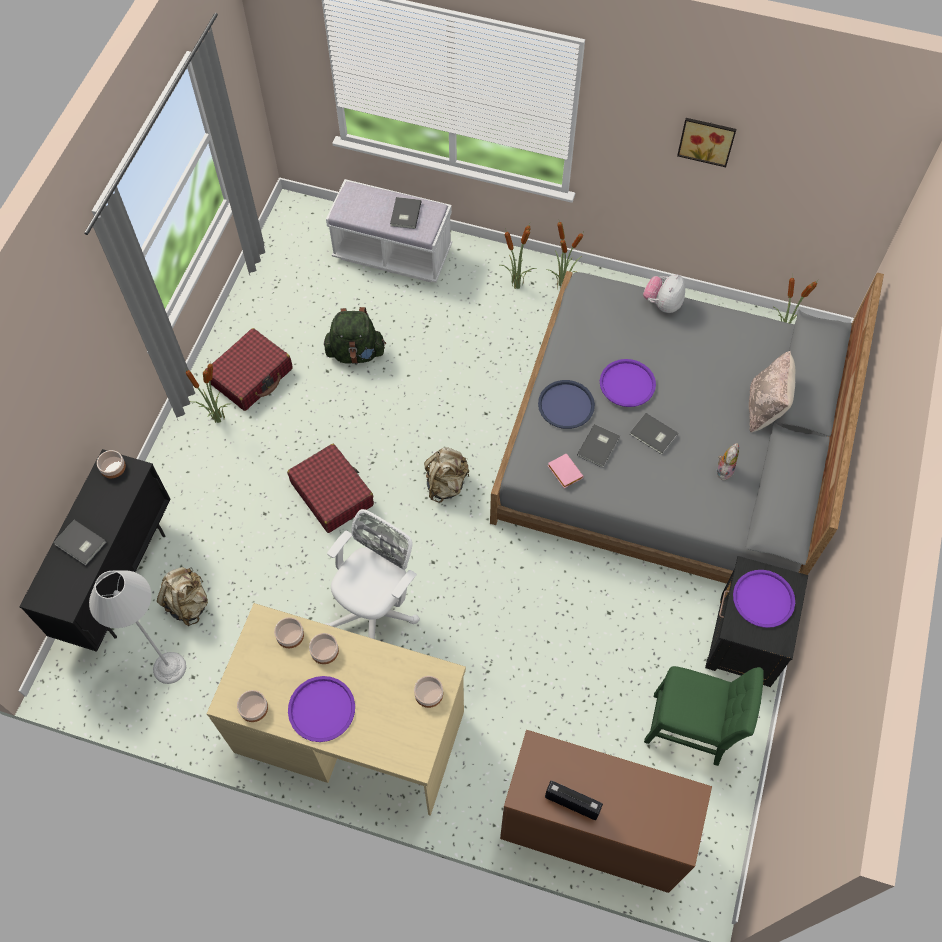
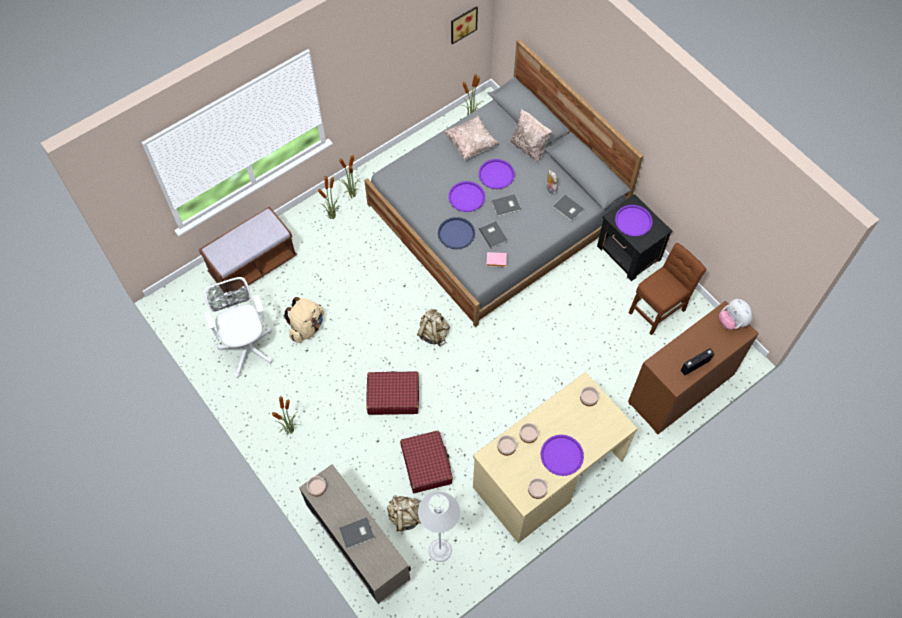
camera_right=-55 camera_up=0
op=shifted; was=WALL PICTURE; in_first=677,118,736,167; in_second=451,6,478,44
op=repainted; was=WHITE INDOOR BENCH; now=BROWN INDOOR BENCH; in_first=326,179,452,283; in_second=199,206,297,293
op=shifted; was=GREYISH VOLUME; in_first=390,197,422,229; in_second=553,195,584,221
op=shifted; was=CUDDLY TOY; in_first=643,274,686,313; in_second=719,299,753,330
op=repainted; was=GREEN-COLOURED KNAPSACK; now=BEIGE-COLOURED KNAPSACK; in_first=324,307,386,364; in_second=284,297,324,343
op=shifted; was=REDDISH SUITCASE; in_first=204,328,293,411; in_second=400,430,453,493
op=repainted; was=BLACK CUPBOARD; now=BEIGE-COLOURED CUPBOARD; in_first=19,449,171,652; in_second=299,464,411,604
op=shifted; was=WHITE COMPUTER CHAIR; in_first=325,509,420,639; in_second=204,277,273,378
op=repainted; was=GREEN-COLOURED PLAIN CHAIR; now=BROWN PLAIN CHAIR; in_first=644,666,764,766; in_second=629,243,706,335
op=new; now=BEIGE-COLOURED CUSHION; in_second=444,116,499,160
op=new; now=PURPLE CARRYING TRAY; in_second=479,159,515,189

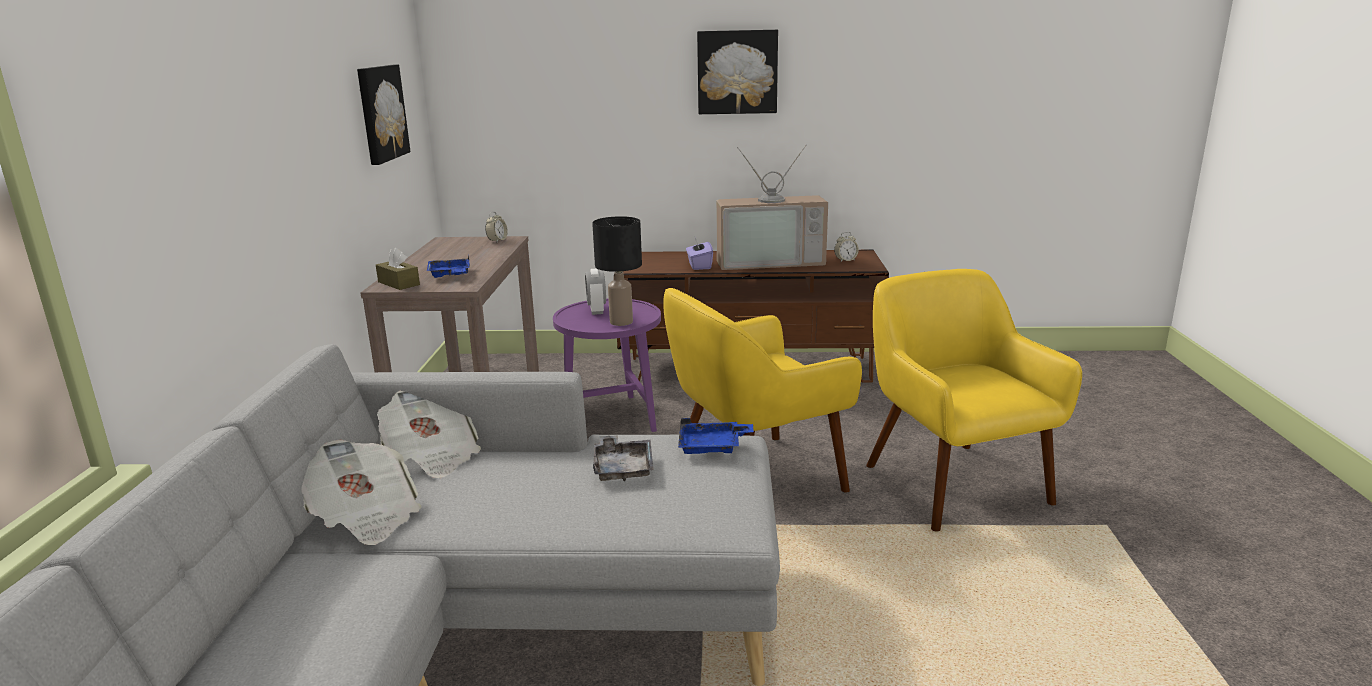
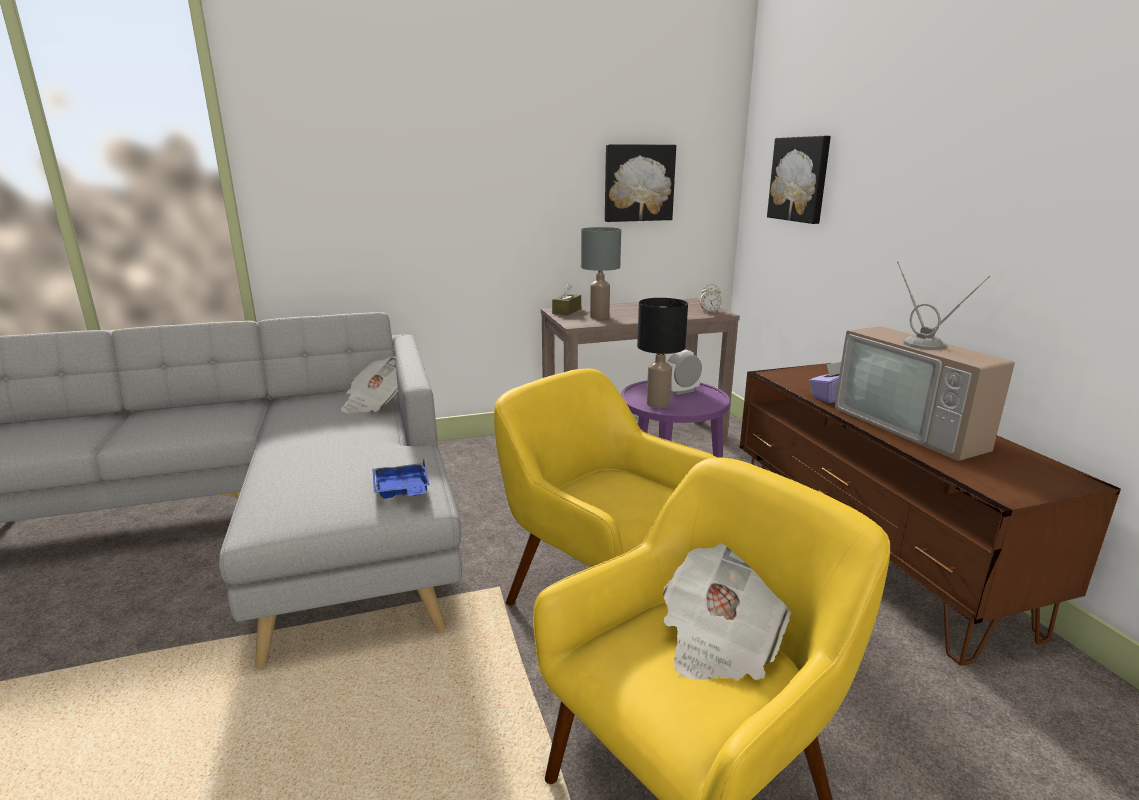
camera_right=70 camera_up=0
op=shifted; was=WALL PICTURE; in_first=697,30,778,114; in_second=767,136,831,224
op=gone; was=BEDSIDE CLOCK; in_first=834,232,859,262
op=swapped; was=BLUISH CARRYING TRAY; now=GREYISH TABLETOP LAMP; in_first=427,255,470,278; in_second=581,227,621,319
op=gone; was=GREYISH CARRYING TRAY; in_first=593,435,653,481
op=shifted; was=DAILY PAPER; in_first=301,440,422,545; in_second=663,543,791,680

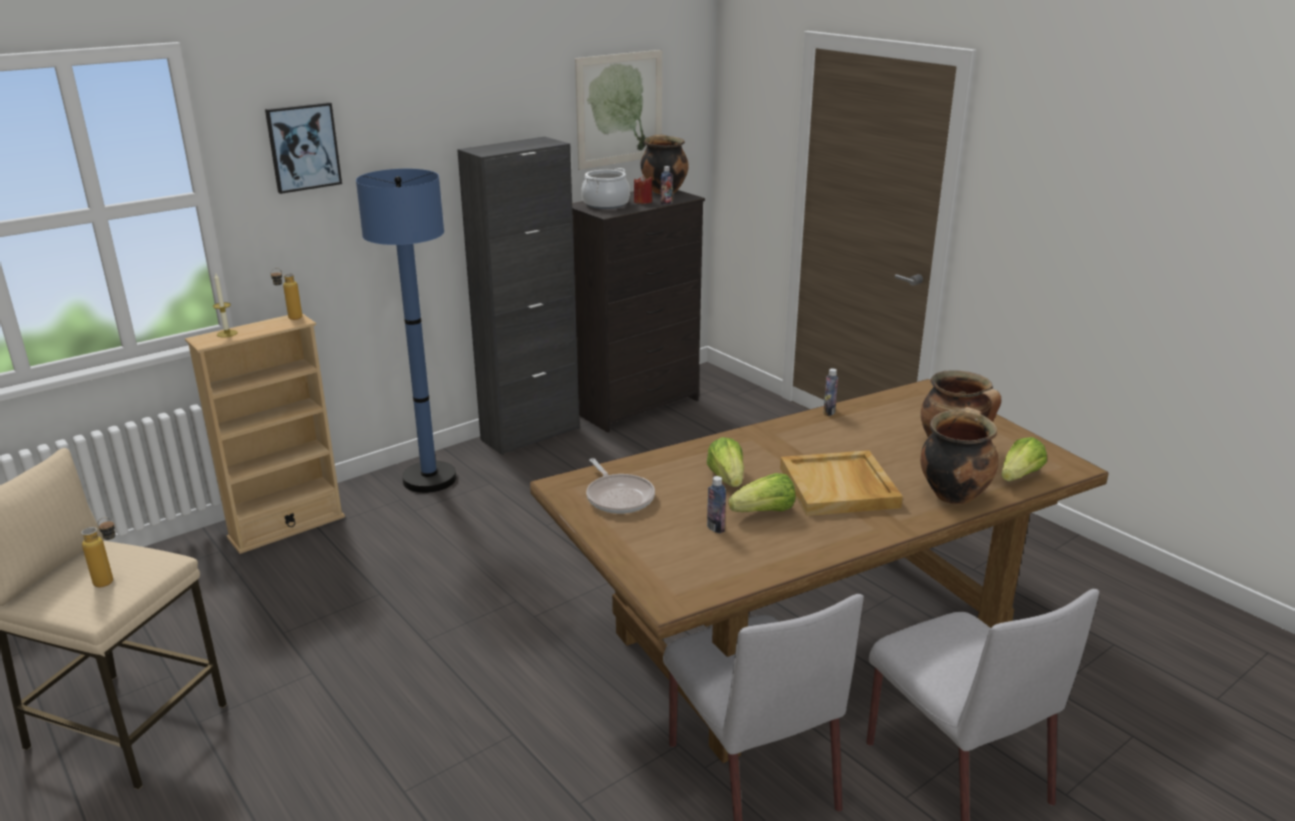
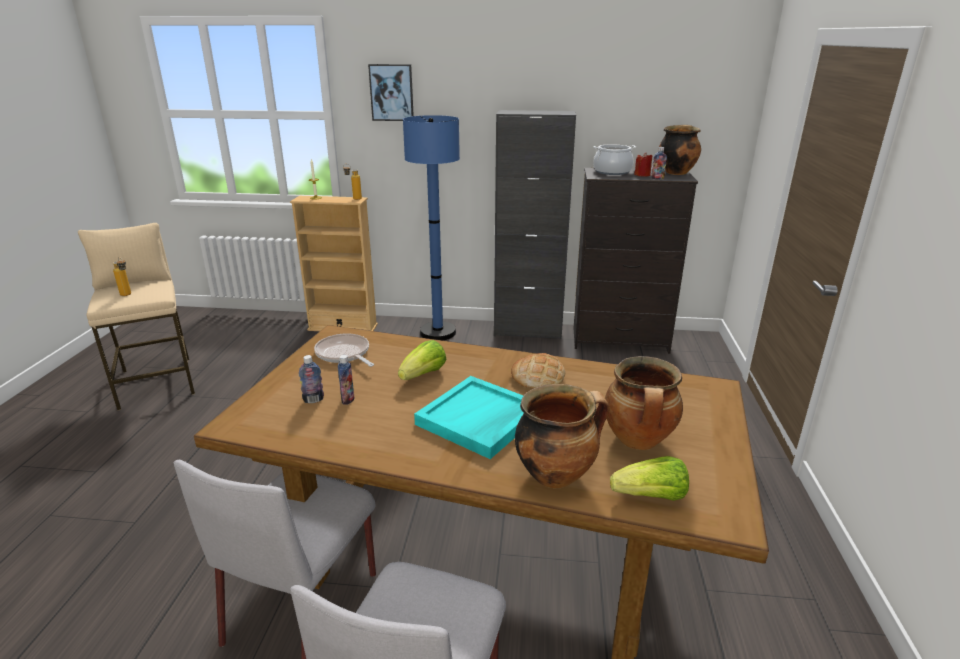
camera_right=45 camera_up=0
op=gone; was=WALL PICTURE; in_first=575,50,662,170
op=shifted; was=DRINK BOTTLE; in_first=823,368,838,416; in_second=299,355,324,403
op=repainted; was=BEIGE-COLOURED CARRYING TRAY; now=TURQUOISE-COLOURED CARRYING TRAY; in_first=780,450,903,516; in_second=414,376,524,459
op=rotated; was=FRYING PAN; in_first=586,458,655,514; in_second=314,333,374,367; clockwise=120
op=gone; was=HEAD OF LETTUCE; in_first=729,473,795,512
op=new; now=BAKERY BREAD; in_second=511,353,565,389

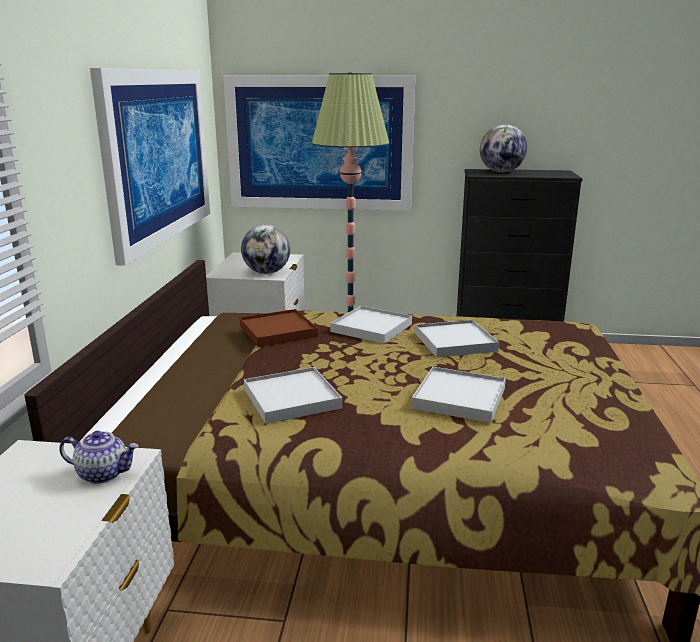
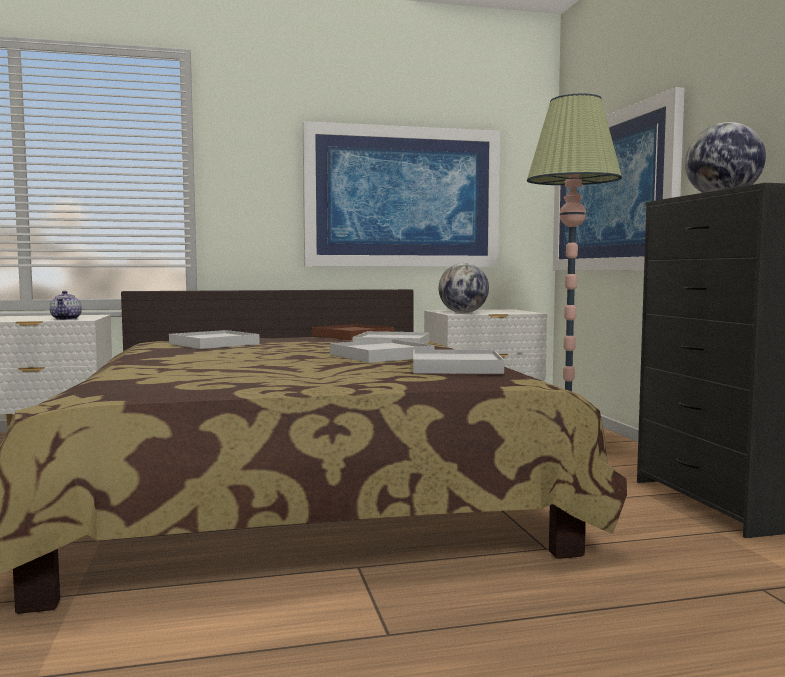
camera_right=70 camera_up=-15
op=shifted; was=WHITE CARRYING TRAY; in_first=412,367,506,423; in_second=413,349,504,374

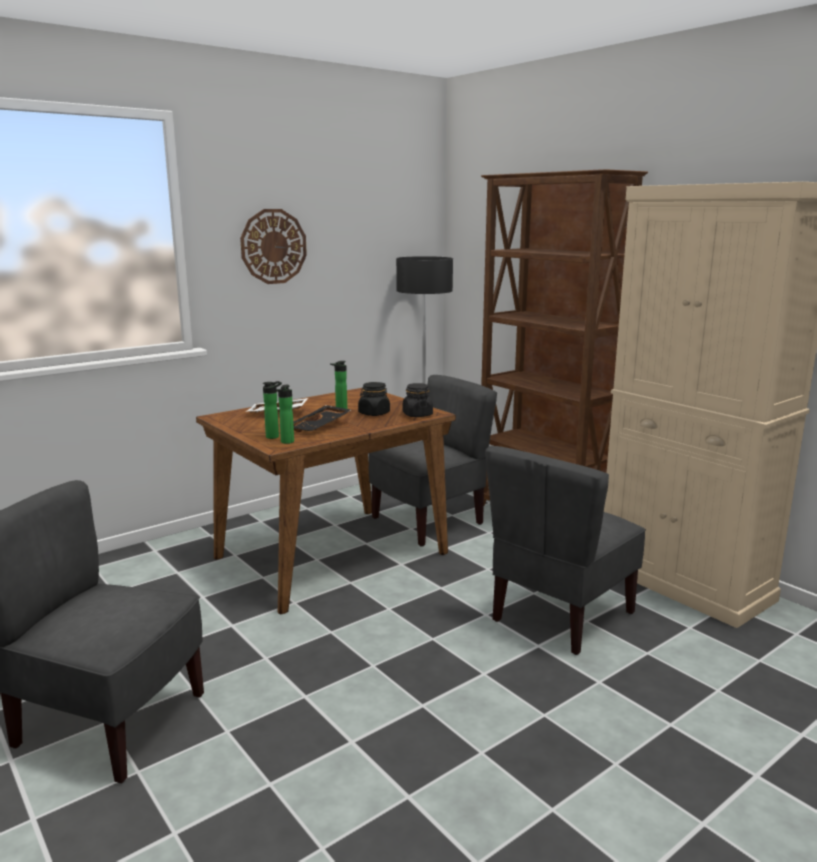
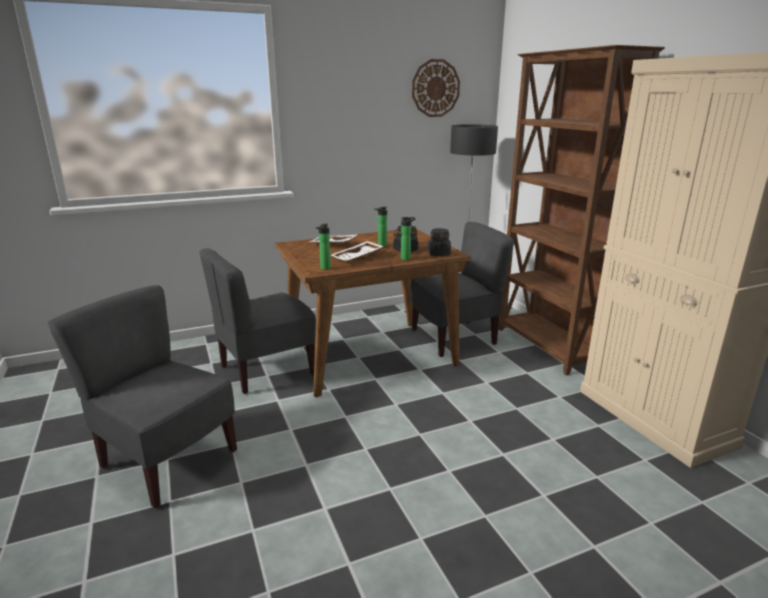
camera_right=15 camera_up=5
op=shifted; was=HANGING CLOCK; in_first=240,209,307,284; in_second=412,59,460,117
op=shifted; was=DRINK BOTTLE; in_first=263,381,282,439; in_second=401,217,416,260
op=repainted; was=BLACK CARRYING TRAY; now=WHITE CARRYING TRAY; in_first=293,405,351,432; in_second=331,241,384,261
op=shifted; was=GREYISH PLAIN CHAIR; in_first=485,446,646,655; in_second=200,248,316,394

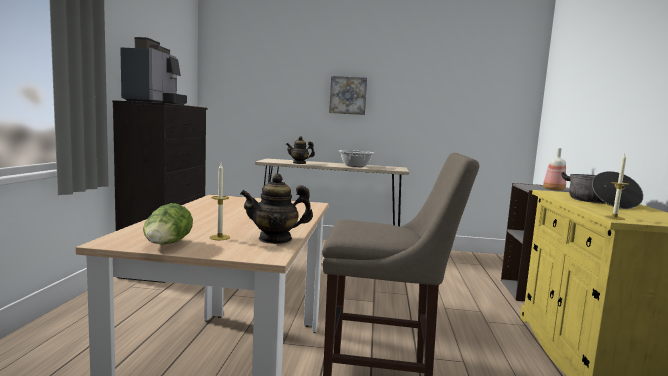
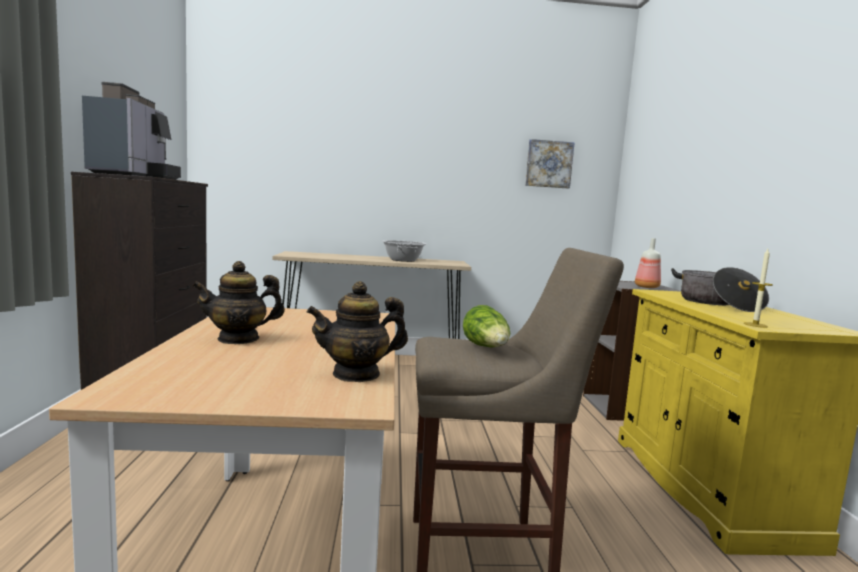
camera_right=-10 camera_up=0
op=shifted; was=WALL PICTURE; in_first=329,76,367,115; in_second=525,139,575,188
op=shifted; was=POT FOR TEA; in_first=286,136,315,164; in_second=192,261,285,344
op=gone; was=WAX LIGHT; in_first=210,164,230,240
op=shifted; was=HEAD OF LETTUCE; in_first=143,203,193,245; in_second=463,305,510,347

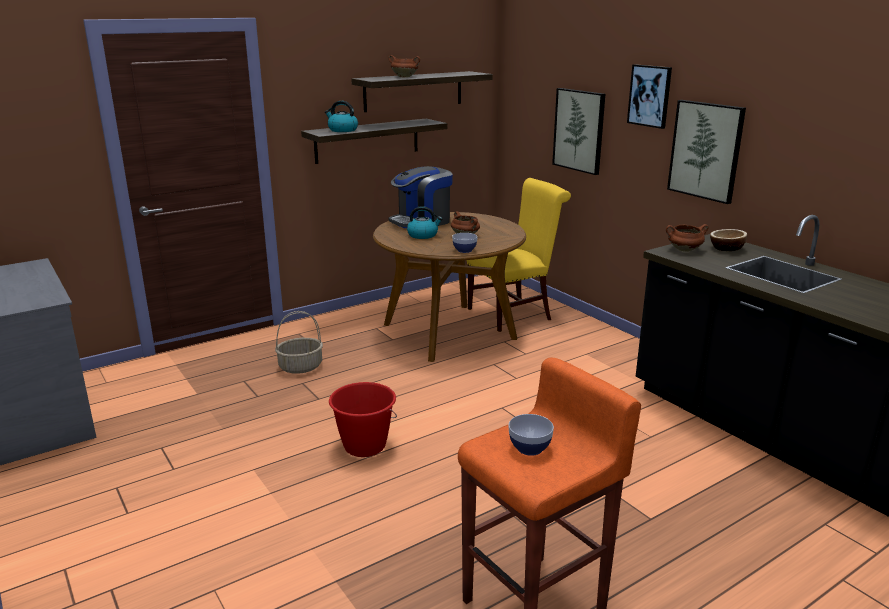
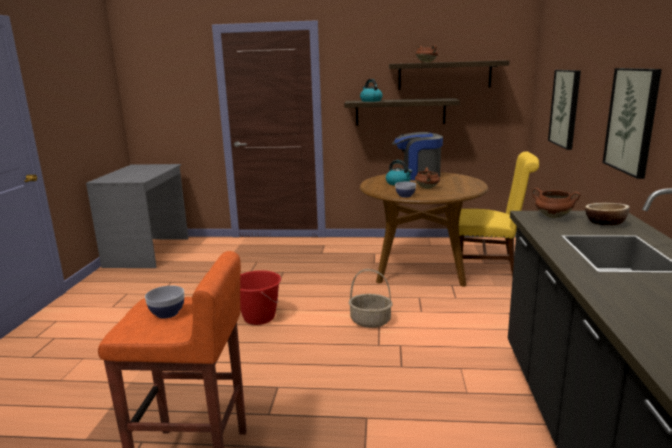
camera_right=40 camera_up=-5
op=gone; was=WALL PICTURE; in_first=627,64,672,129
op=shifted; was=HOUSEHOLD BASKET; in_first=275,311,323,374; in_second=349,269,392,328

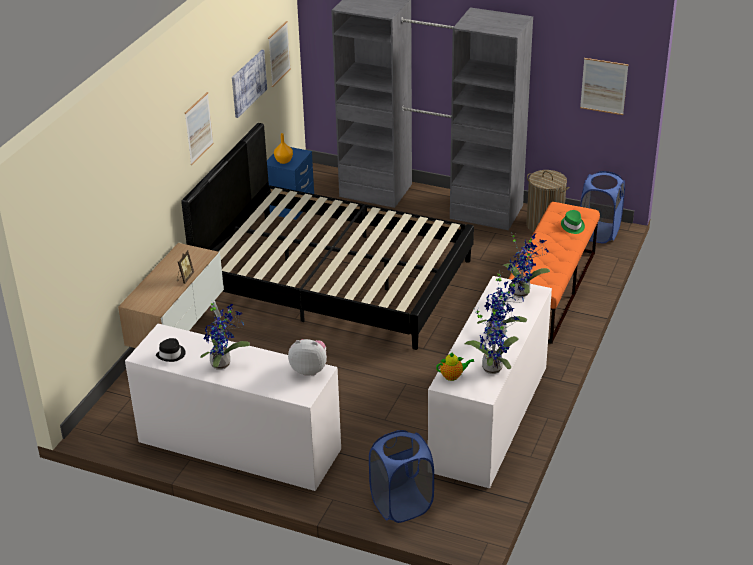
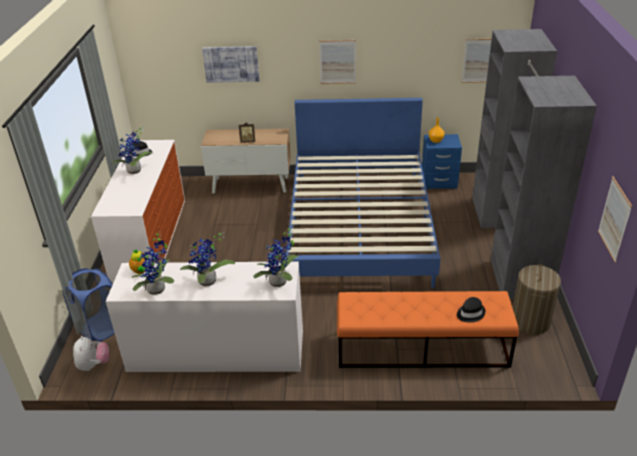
camera_right=70 camera_up=0
op=shifted; was=WALL PICTURE; in_first=232,50,267,118; in_second=202,46,260,83
op=repainted; was=BLACK BEDROOM BED; now=BLUISH BEDROOM BED; in_first=181,123,474,350; in_second=286,98,441,288
op=gone; was=BLUISH HAMPER; in_first=580,171,625,243
op=repainted; was=GREEN-COLOURED HAT; now=BLACK HAT; in_first=561,210,585,234; in_second=457,297,486,323
op=shifted; was=CUDDLY TOY; in_first=288,339,327,376; in_second=73,336,109,371

